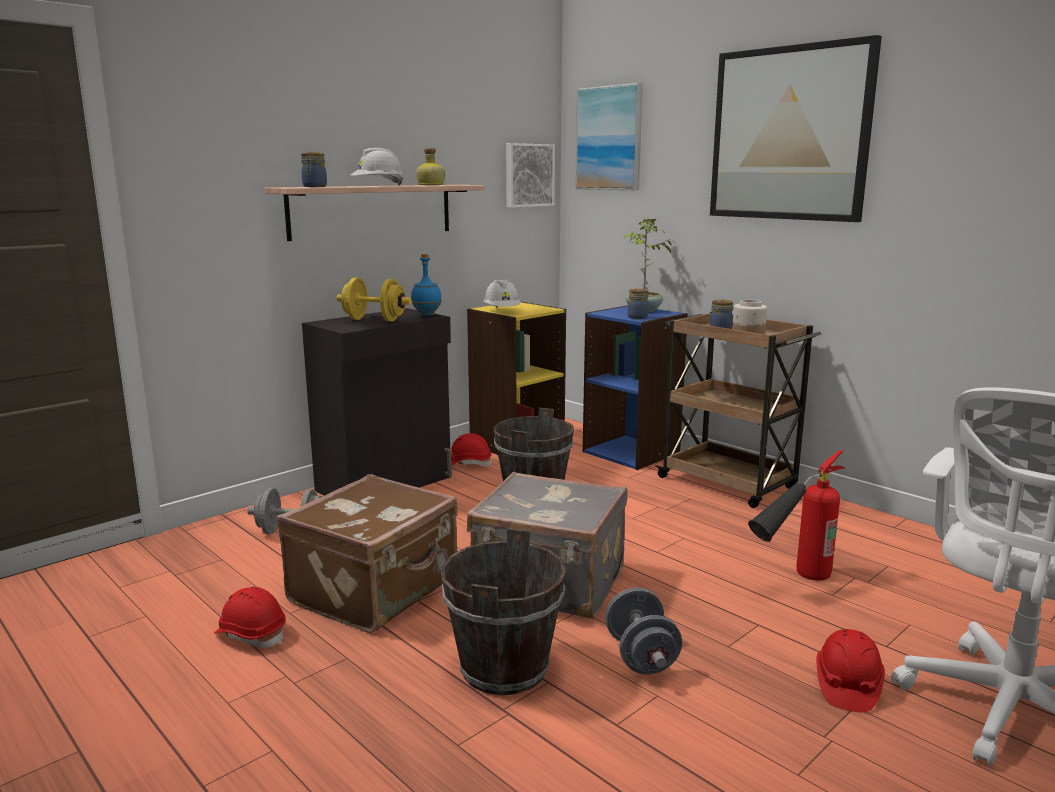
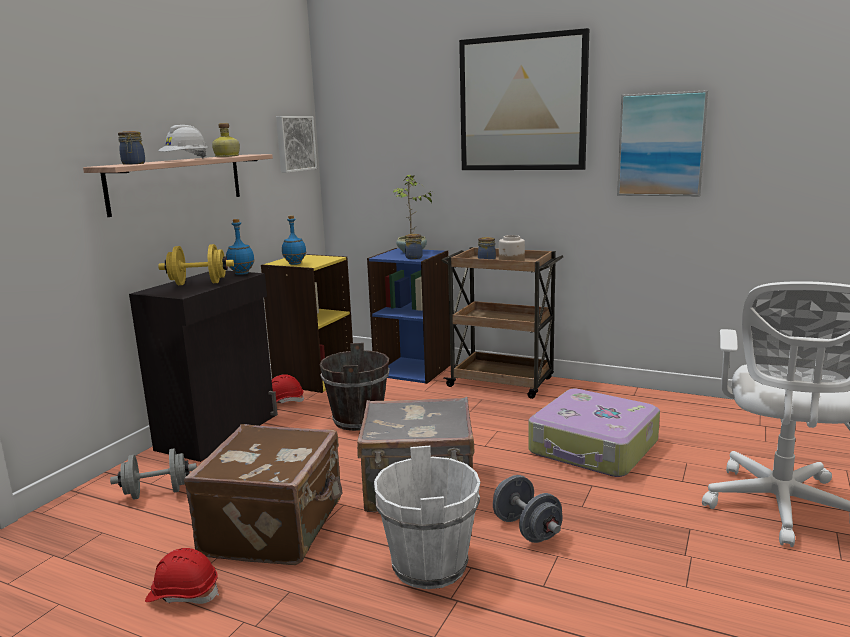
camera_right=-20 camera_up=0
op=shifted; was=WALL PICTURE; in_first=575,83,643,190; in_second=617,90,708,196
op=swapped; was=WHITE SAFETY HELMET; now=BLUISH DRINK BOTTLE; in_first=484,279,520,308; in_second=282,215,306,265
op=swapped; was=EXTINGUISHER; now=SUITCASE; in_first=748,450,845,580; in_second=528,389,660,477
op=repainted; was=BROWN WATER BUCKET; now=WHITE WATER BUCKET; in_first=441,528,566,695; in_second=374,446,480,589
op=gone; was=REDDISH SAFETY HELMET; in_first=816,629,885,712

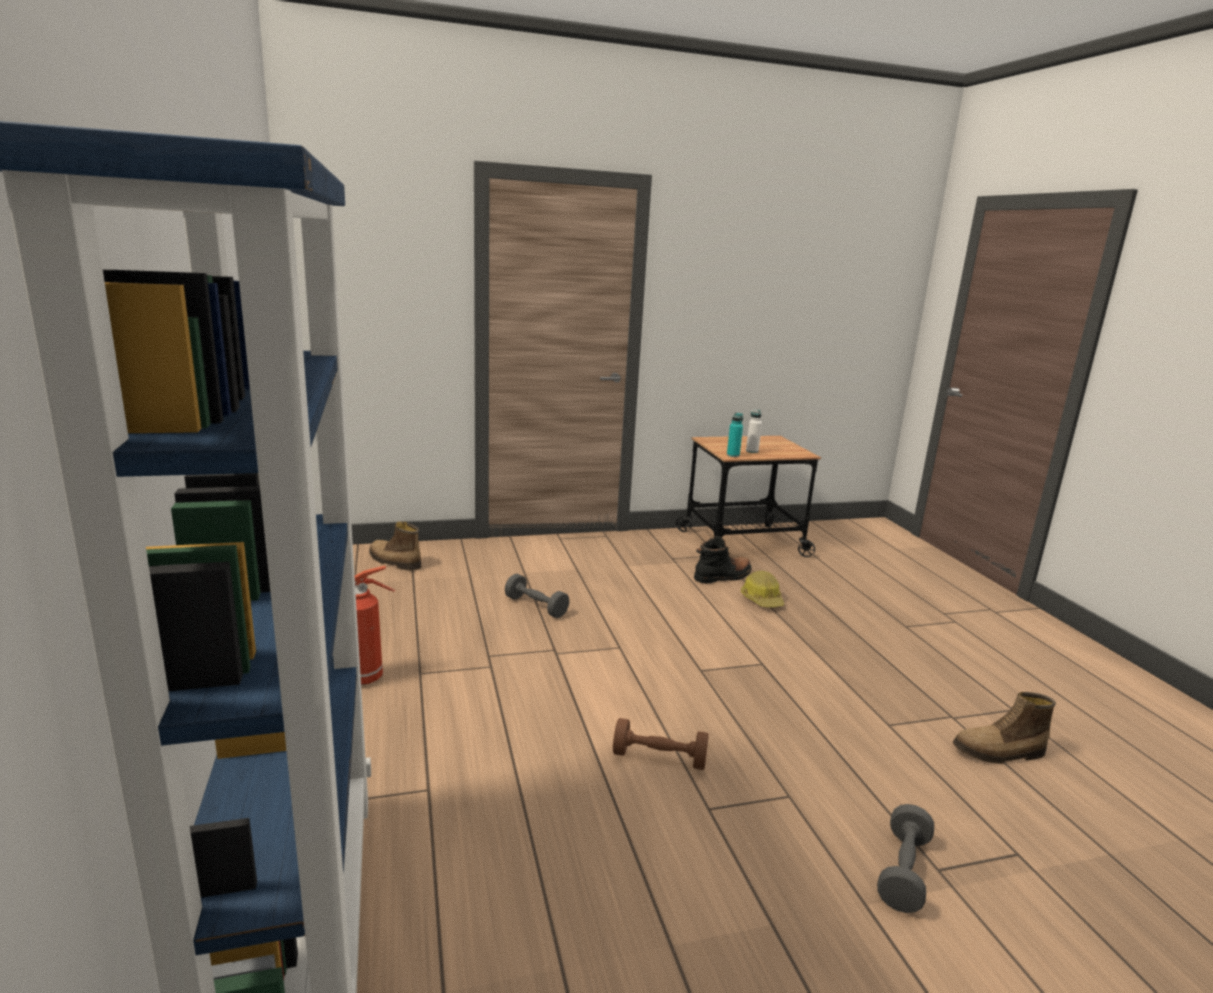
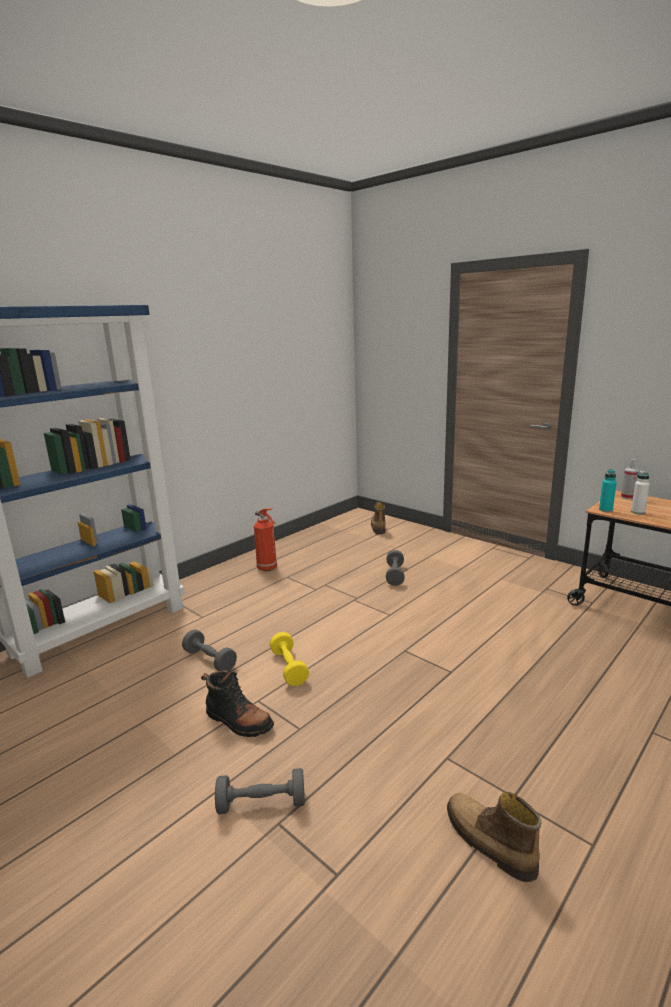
camera_right=60 camera_up=0
op=shifted; was=BLACK HIGH-TOP BOOT; in_first=694,536,751,584; in_second=201,670,274,737
op=gone; was=SAFETY HELMET; in_first=741,571,784,607
op=repainted; was=BROWN HAND WEIGHT; now=YELLOW HAND WEIGHT; in_first=613,718,709,770; in_second=270,632,309,686
op=new; now=HAND SPRAYER; in_second=621,459,639,499
op=new; now=GREYISH HAND WEIGHT; in_second=182,629,237,671

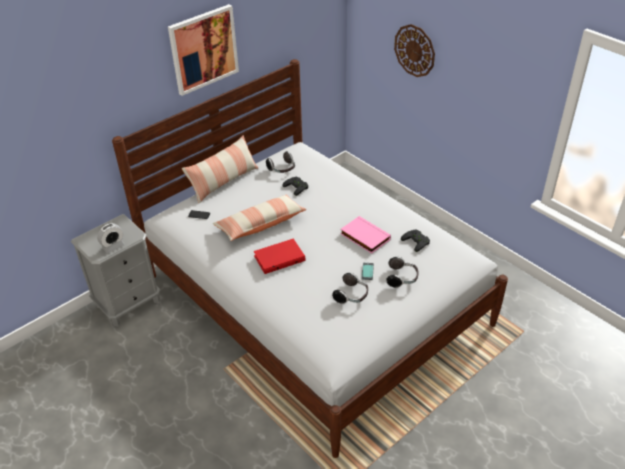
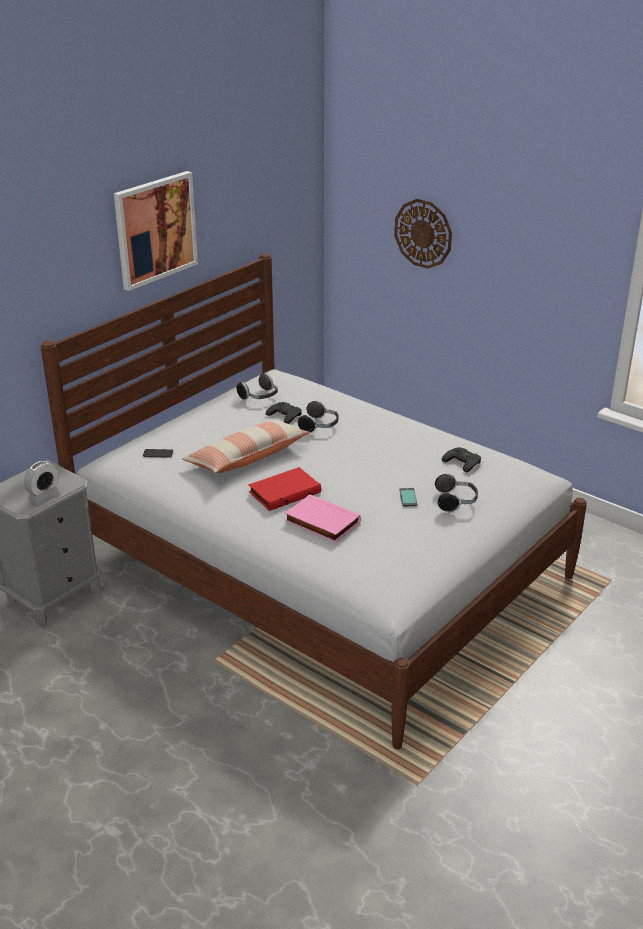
camera_right=-10 camera_up=-10
op=gone; was=CUSHION; in_first=181,135,258,203
op=shifted; was=PINK VOLUME; in_first=340,216,391,254; in_second=285,494,361,543
op=shifted; was=PAIR OF HEADPHONES; in_first=332,273,368,304; in_second=298,400,338,433

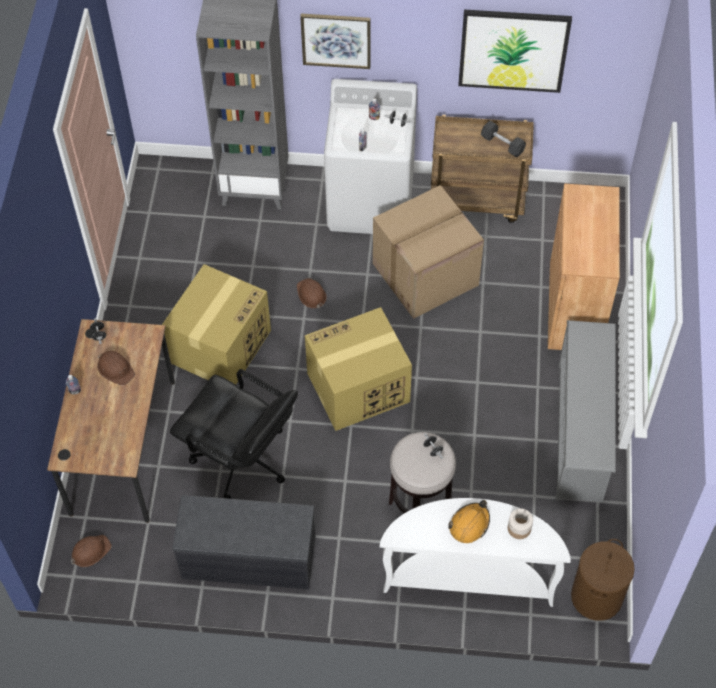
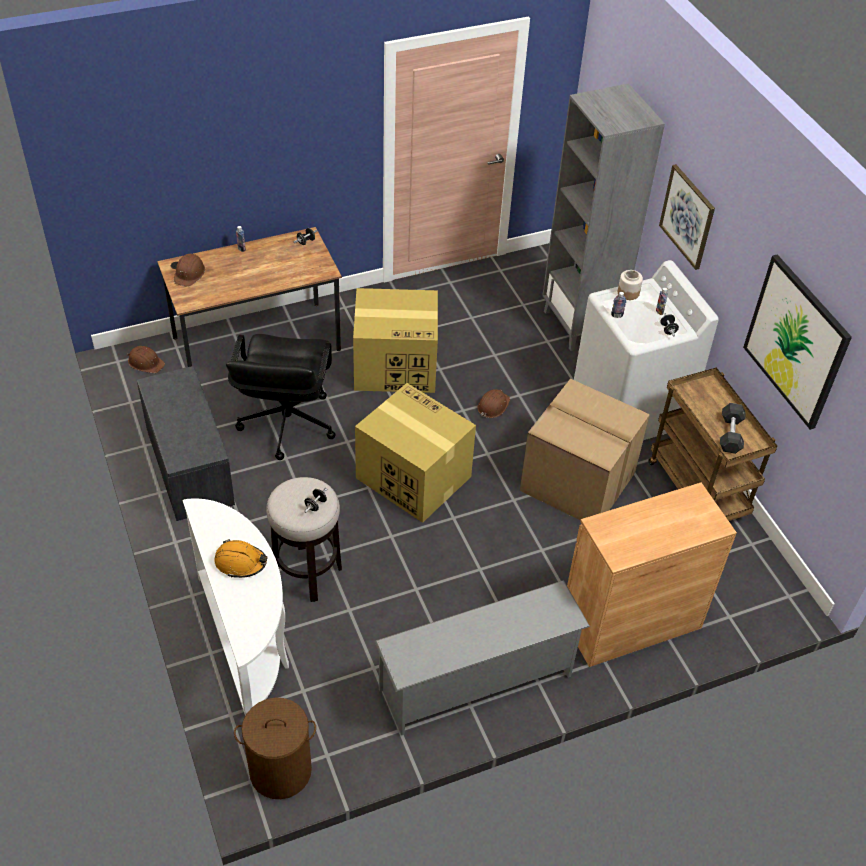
camera_right=60 camera_up=-10
op=shifted; was=BROWN SAFETY HELMET; in_first=97,351,135,385; in_second=174,254,205,287
op=shifted; was=STORAGE JAR; in_first=508,508,533,539; in_second=618,270,643,300

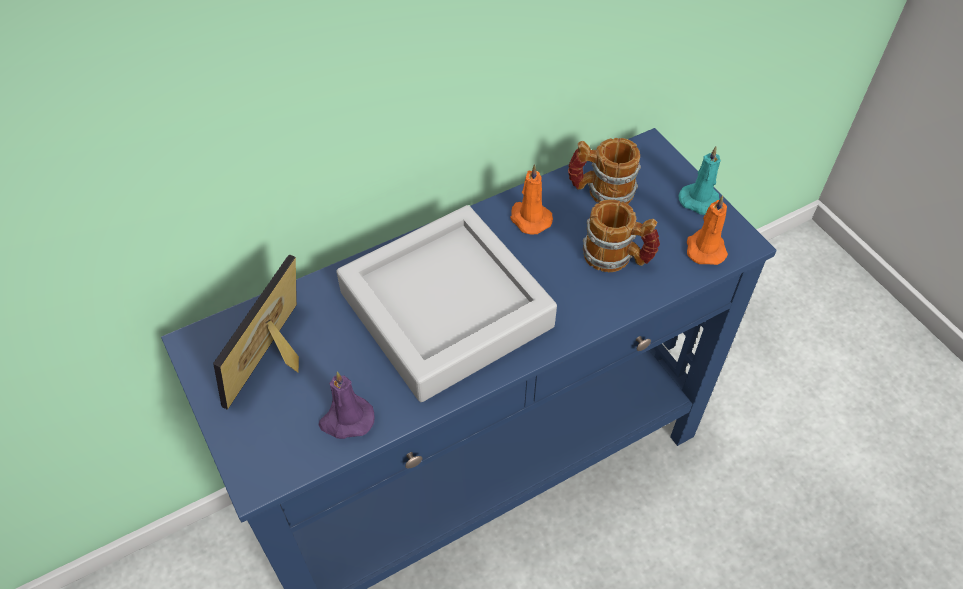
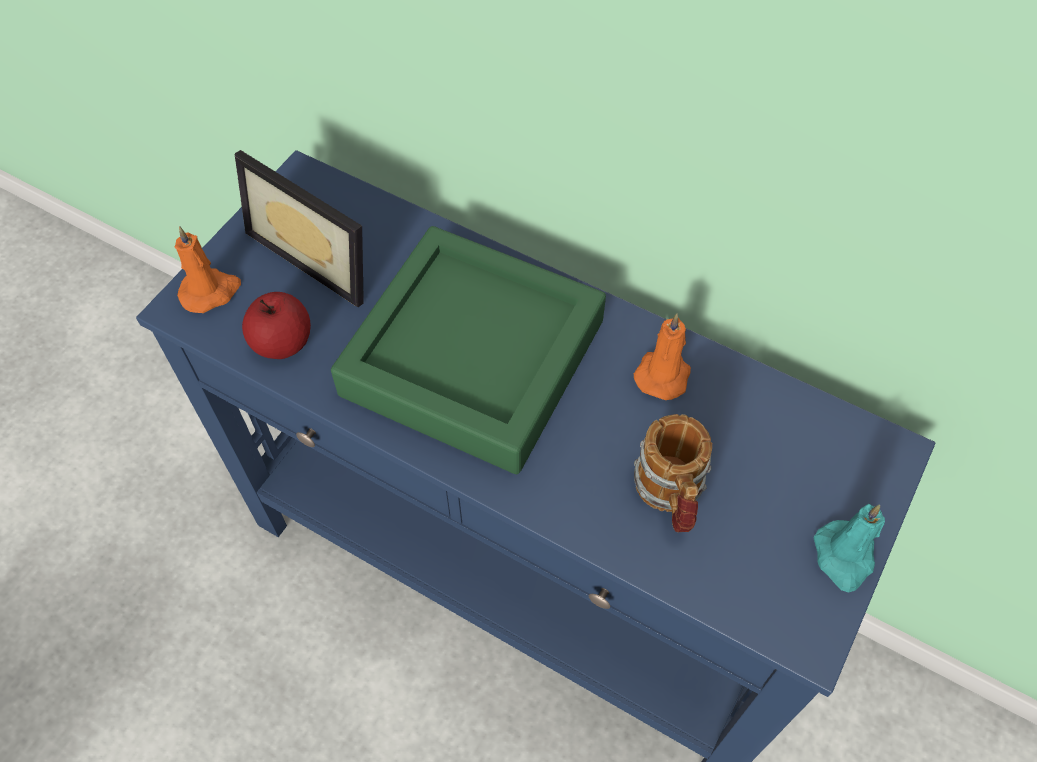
camera_right=60 camera_up=5
op=gone; was=MUG; in_first=568,138,641,204
op=shifted; was=ORANGE-COLOURED WAX LIGHT; in_first=687,195,728,265; in_second=175,226,241,313
op=repainted; was=GREYISH CARRYING TRAY; now=GREEN-COLOURED CARRYING TRAY; in_first=336,205,557,402; in_second=331,226,606,474
op=rotated; was=PICTURE FRAME; in_first=213,255,299,410; in_second=235,150,364,307; clockwise=-135
op=swapped; was=PURPLE WAX LIGHT; now=APPLE; in_first=318,372,374,439; in_second=242,292,311,359

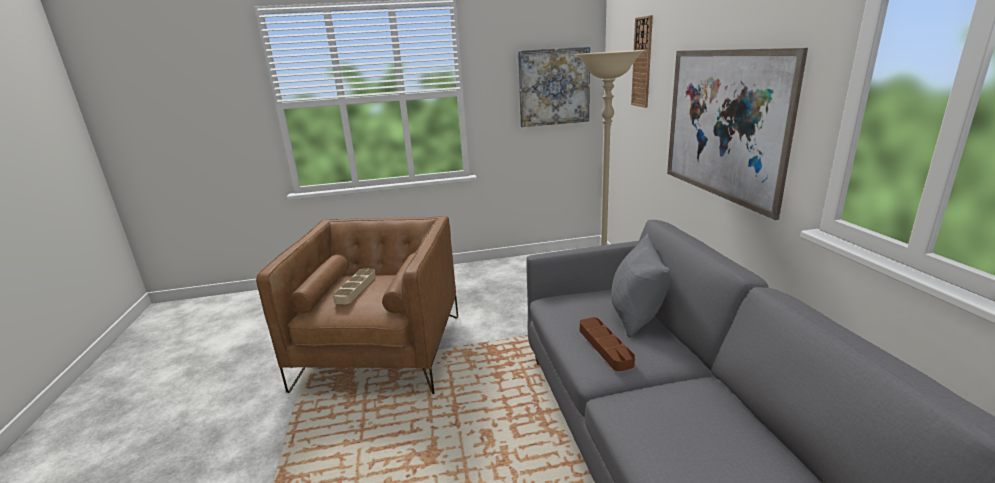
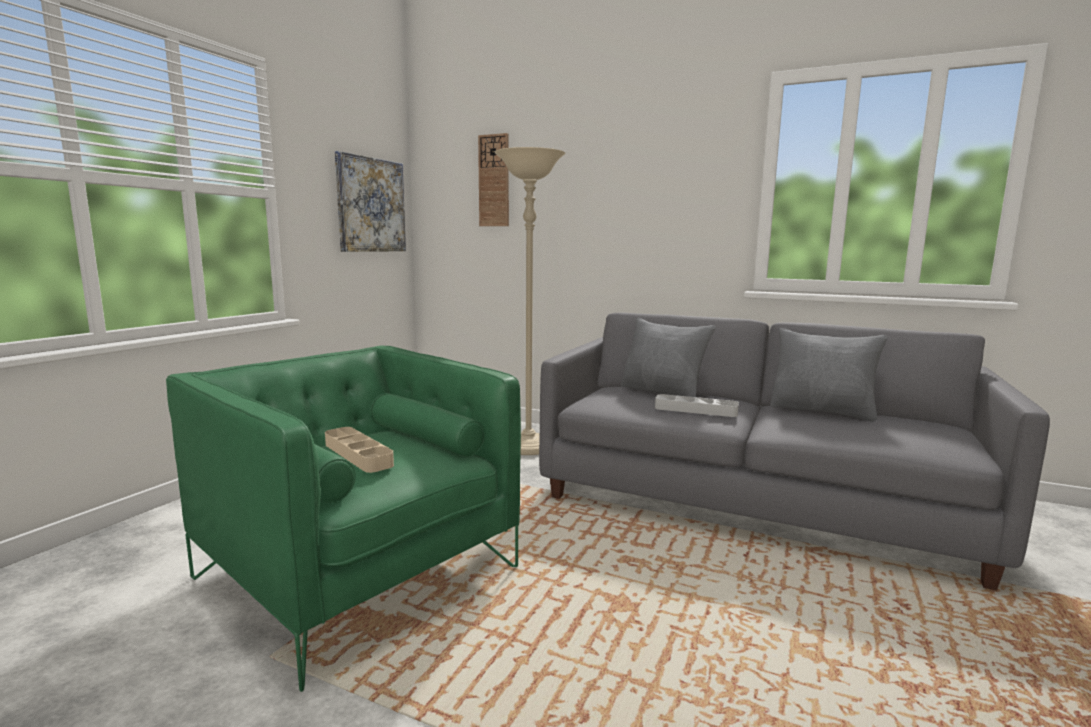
camera_right=-55 camera_up=-10
op=gone; was=WALL PICTURE; in_first=667,48,808,220
op=repainted; was=BROWN LOUNGE CHAIR; now=GREEN-COLOURED LOUNGE CHAIR; in_first=256,216,458,394; in_second=166,345,521,692
op=repainted; was=BROWN CARRYING TRAY; now=GREYISH CARRYING TRAY; in_first=580,317,635,371; in_second=655,394,739,417
op=new; now=GREYISH CUSHION; in_second=771,328,887,421

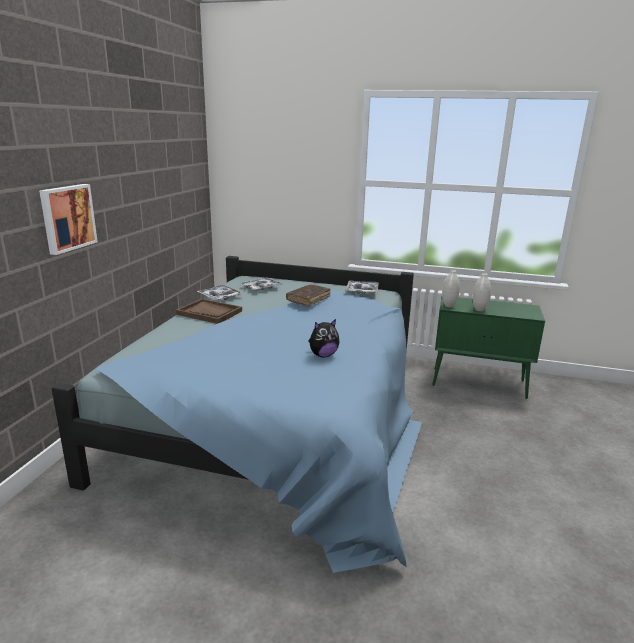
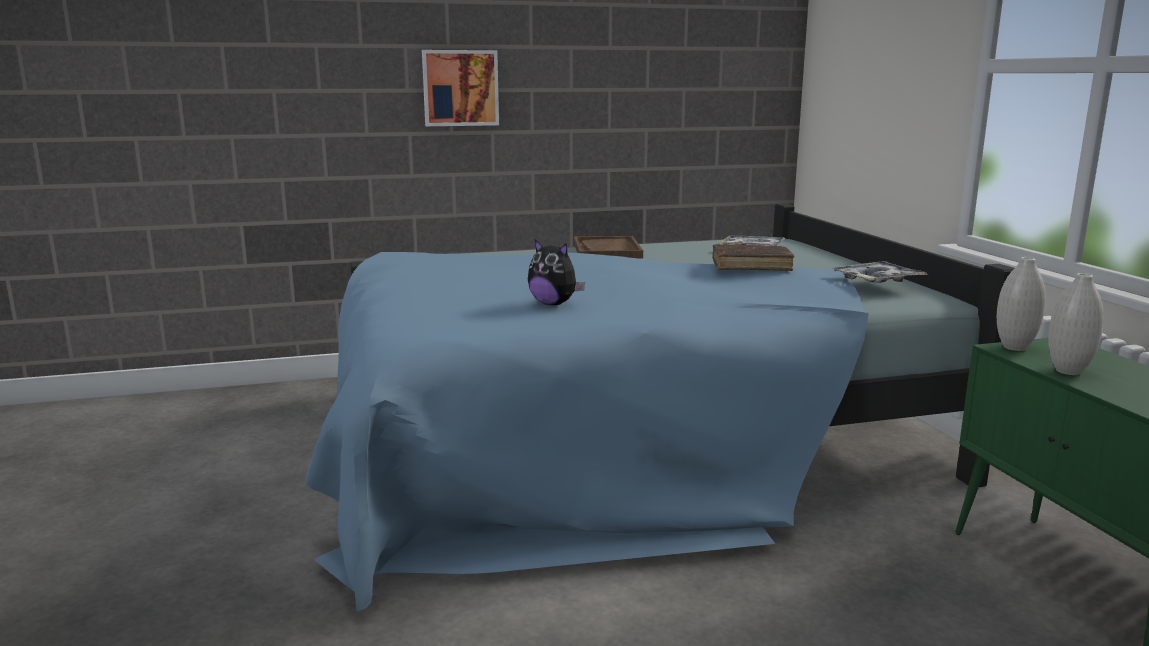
camera_right=60 camera_up=-5
op=gone; was=CARRYING TRAY; in_first=197,285,243,300

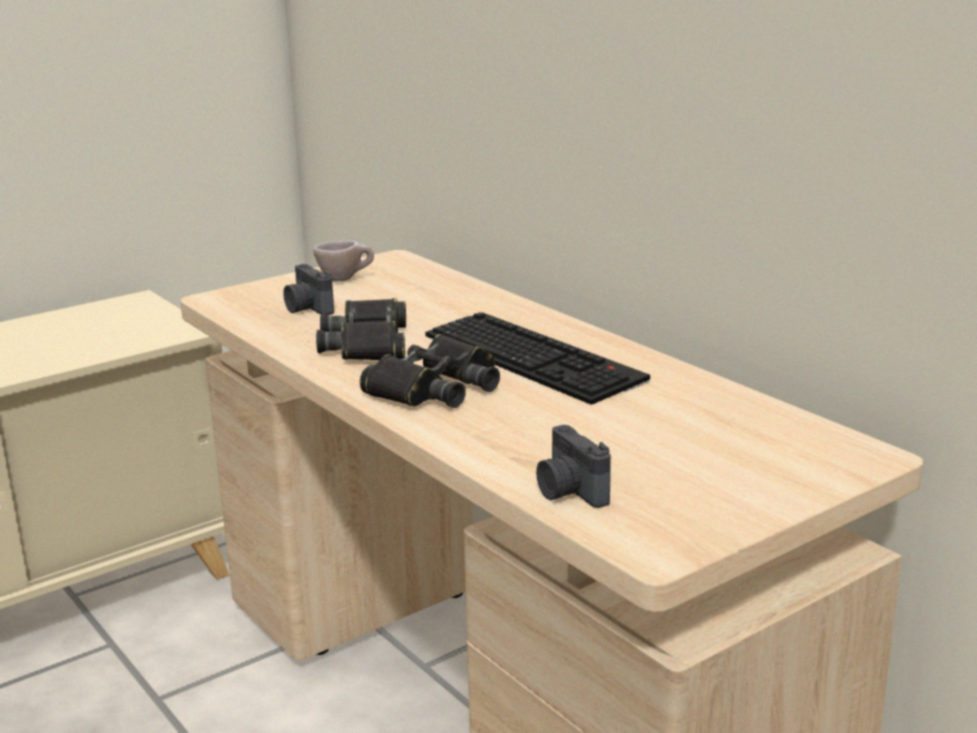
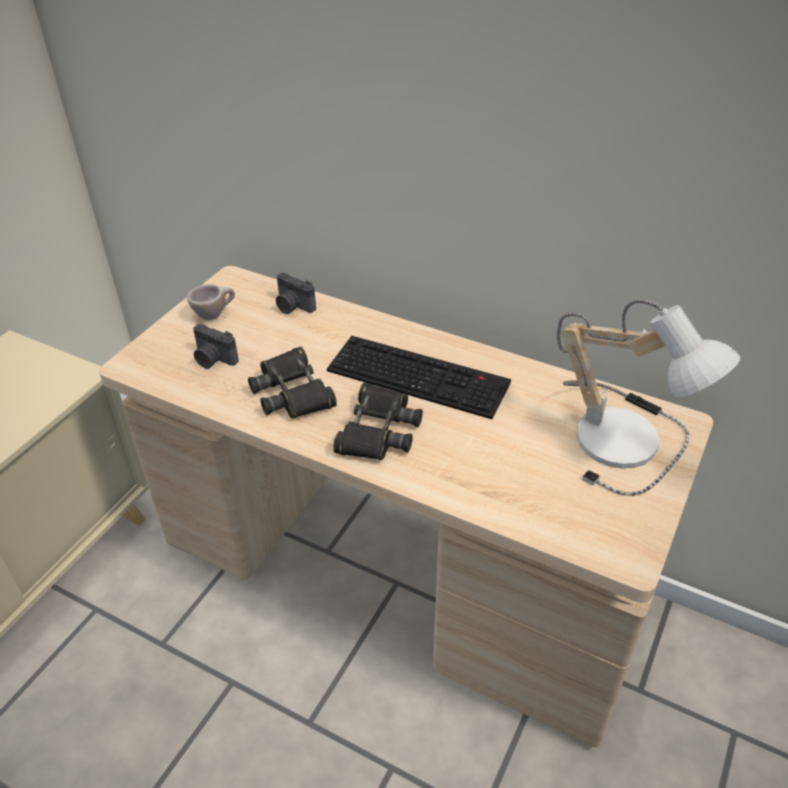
camera_right=-25 camera_up=20
op=shifted; was=PHOTO CAMERA; in_first=536,425,611,508; in_second=276,273,316,314
op=new; now=TABLETOP LAMP; in_second=557,299,740,496

